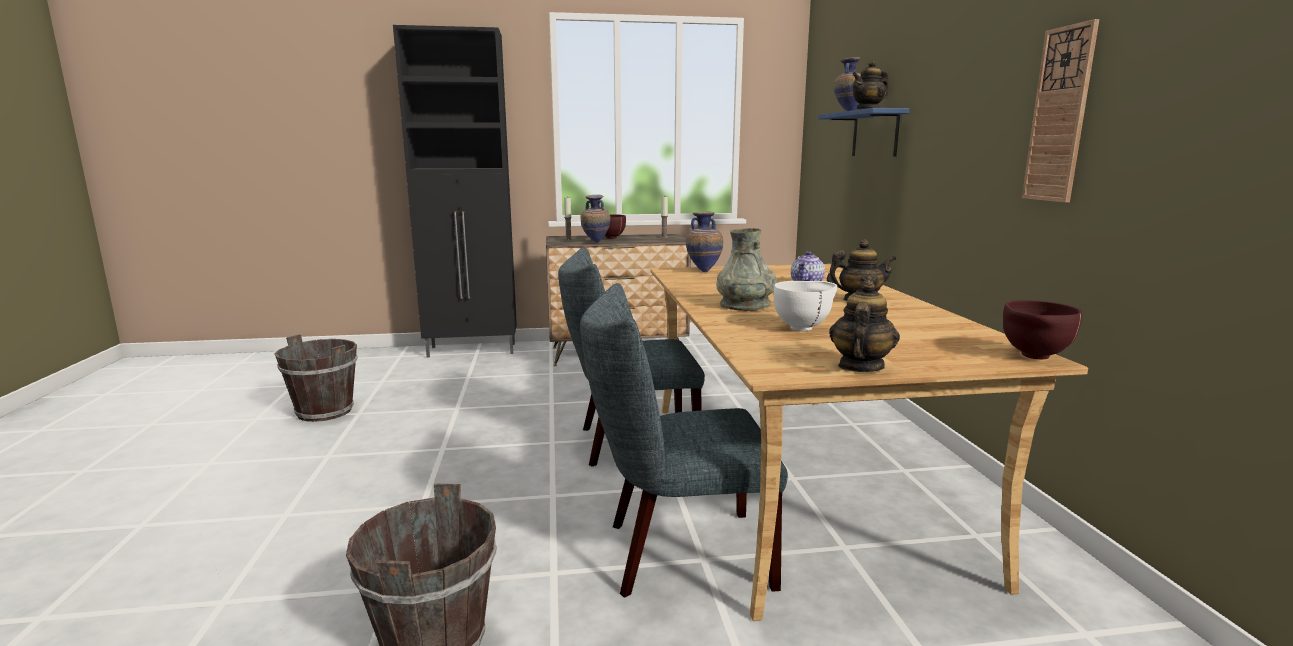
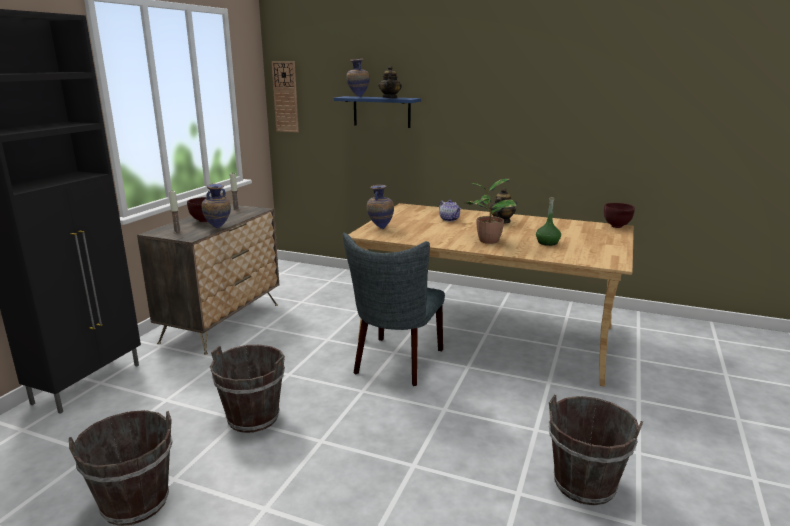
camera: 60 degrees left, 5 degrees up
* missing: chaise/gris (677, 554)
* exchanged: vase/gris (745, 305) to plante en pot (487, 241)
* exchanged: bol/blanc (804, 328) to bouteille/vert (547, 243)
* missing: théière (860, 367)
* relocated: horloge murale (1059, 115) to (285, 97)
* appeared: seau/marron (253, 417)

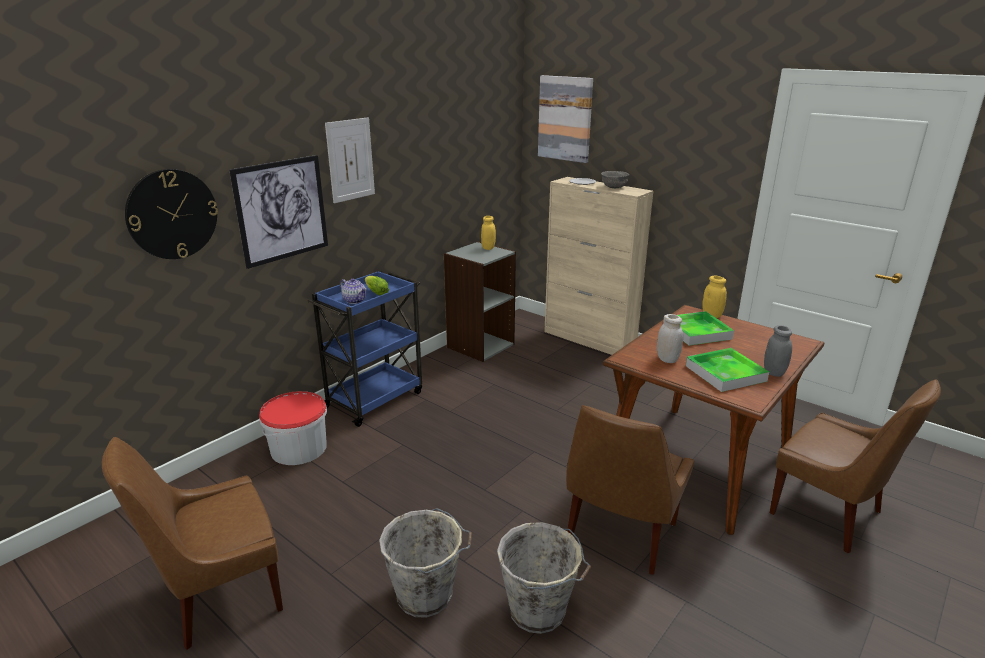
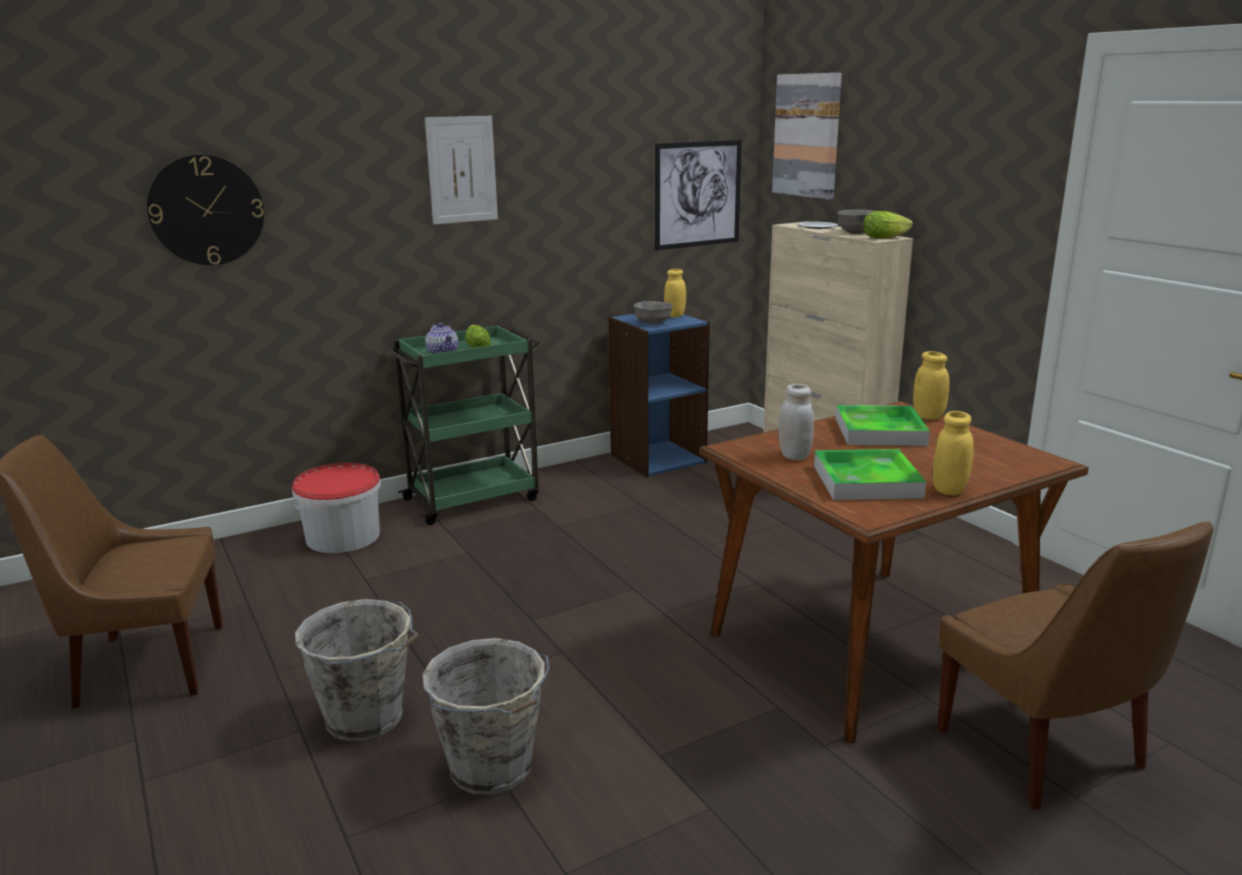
camera: 20 degrees right, 5 degrees down
* relocated: tableau (282, 210) to (697, 194)
* colour: chariot/bleu (375, 399) to chariot/vert (474, 499)
* colour: bibliothèque/gris (480, 345) to bibliothèque/bleu (657, 458)
* missing: chaise/marron (619, 535)
* colour: bocal/gris (774, 372) to bocal/jaune (949, 490)
* appeared: bol/gris (652, 323)
* appeared: laitue (887, 237)

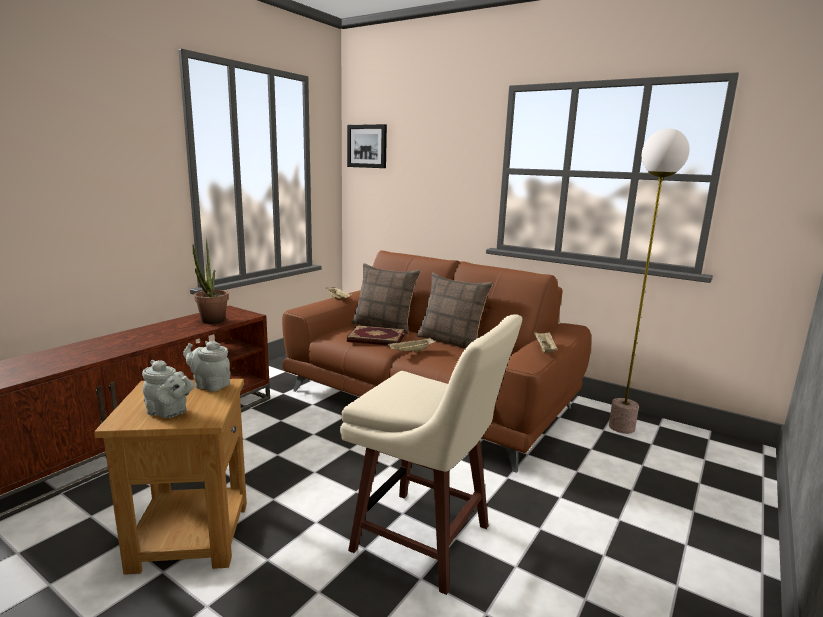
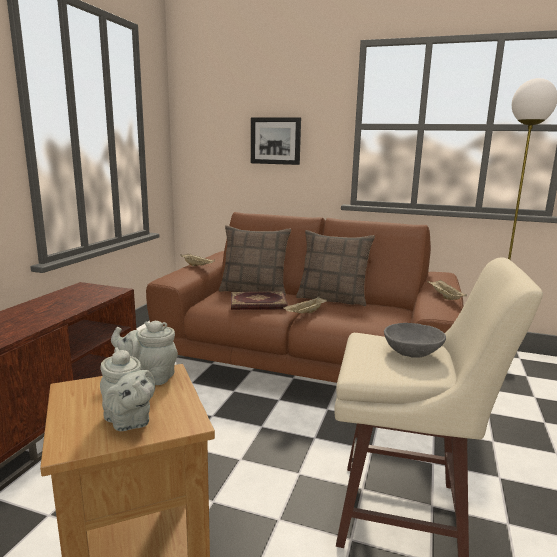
camera: 15 degrees left, 0 degrees up
* spun: théière/gris (169, 412) = (129, 421) 45 degrees clockwise
* missing: plante en pot (211, 322)
* relocated: tableau (367, 146) to (275, 141)
* appeared: bol/gris (413, 353)

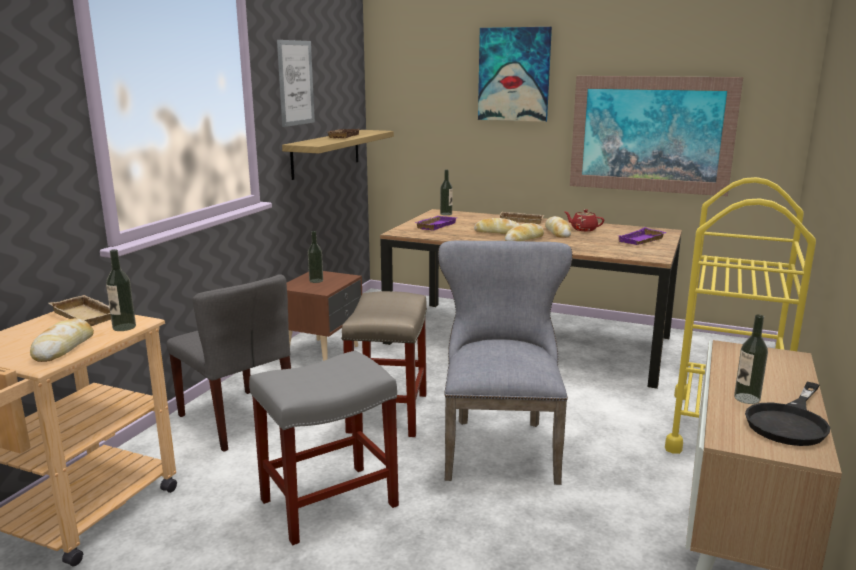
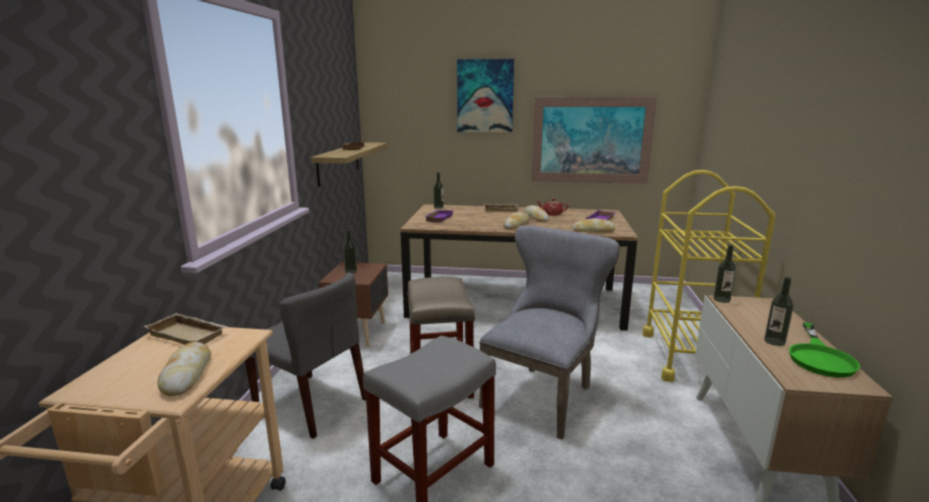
camera: 15 degrees left, 0 degrees up
* relocated: bouteille (124, 327) to (721, 299)
* missing: tableau (295, 83)
* spun: chaise/gris (499, 445) = (543, 394) 45 degrees clockwise
* relocated: pain (497, 232) to (593, 230)
* colour: poêle/noir (790, 422) to poêle/vert (820, 357)

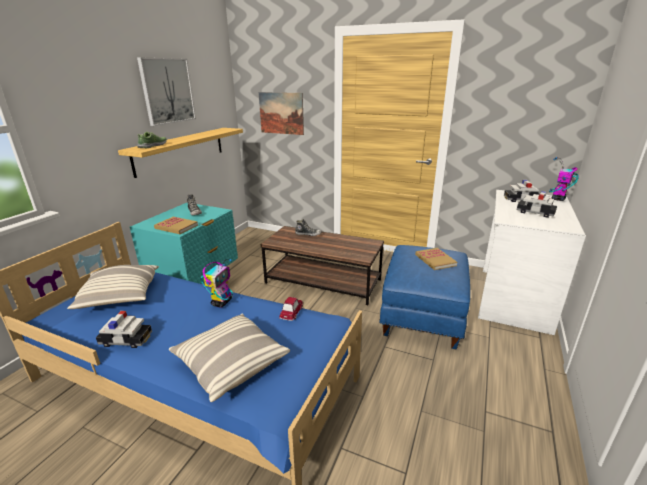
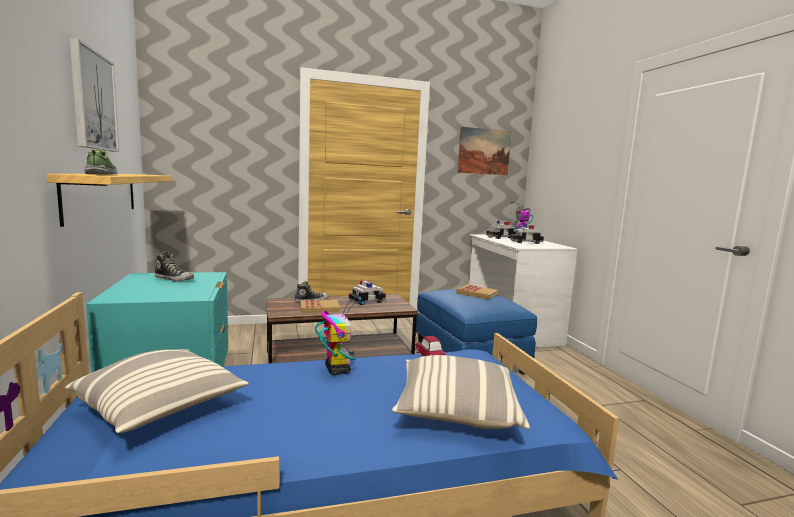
camera: 40 degrees left, 15 degrees down
* relocated: petite voiture (126, 340) to (367, 301)
* relocated: livre (176, 227) to (319, 308)
* relocated: tableau (281, 113) to (484, 151)

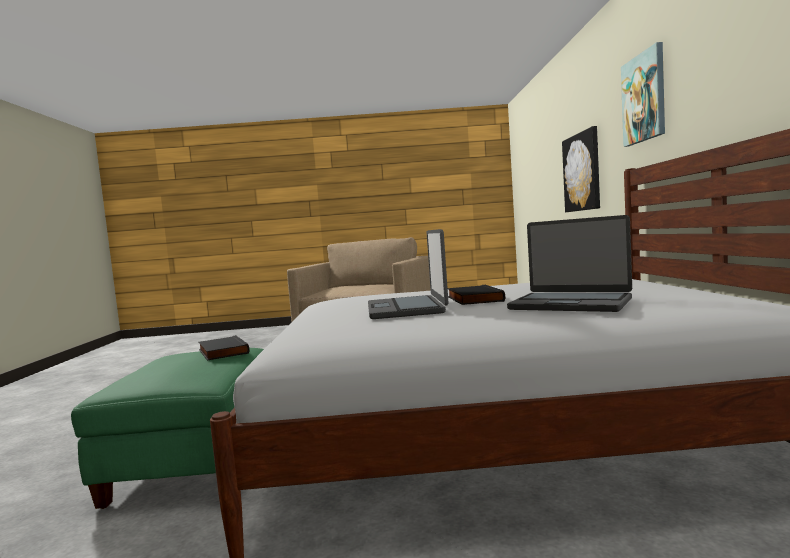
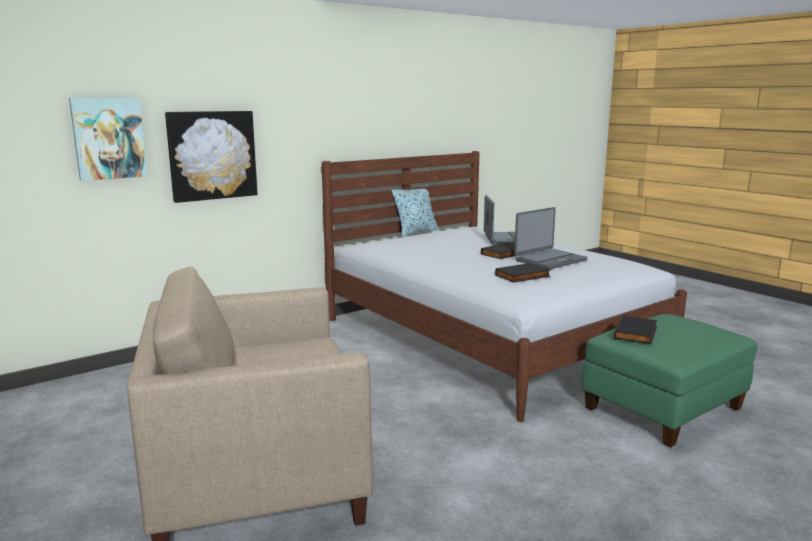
camera: 125 degrees left, 10 degrees up
* relocated: tableau (644, 98) to (109, 138)
* appeared: coussin (415, 232)
* appeared: livre/noir (523, 276)

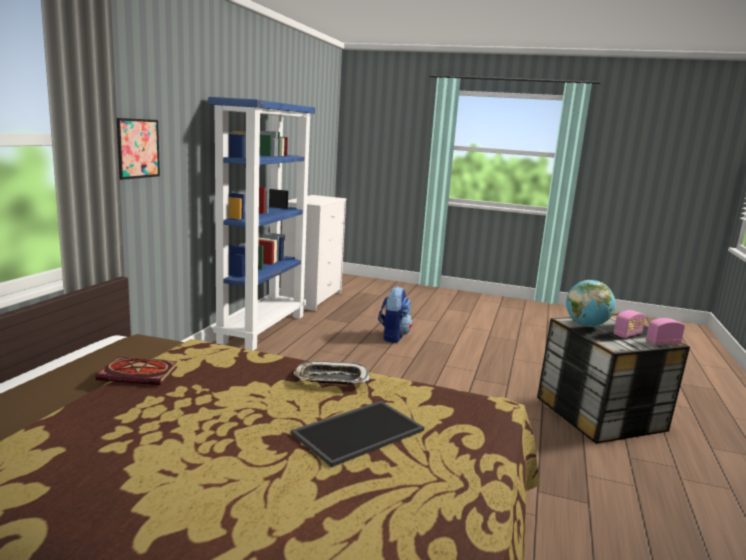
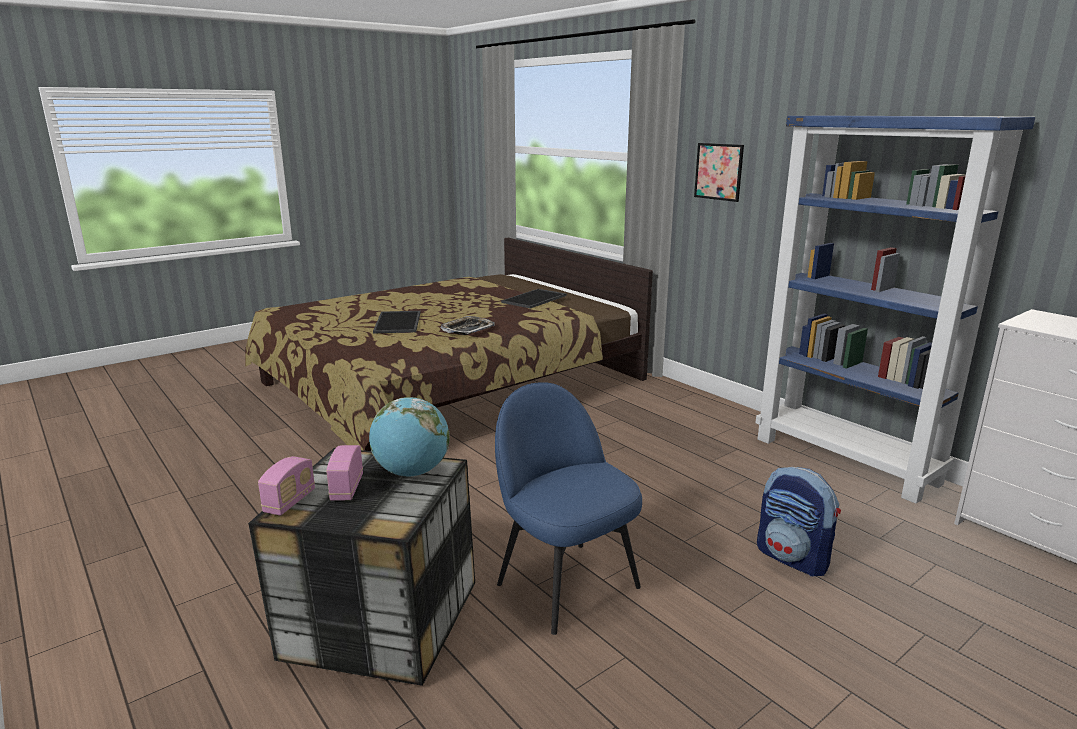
camera: 125 degrees right, 5 degrees up
* exchanged: livre (140, 373) to plateau (535, 299)
* appeared: chaise/bleu (565, 583)

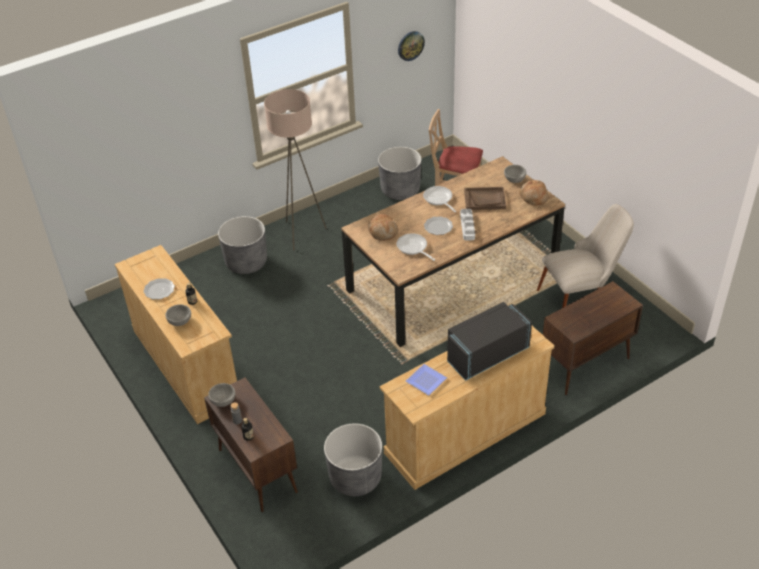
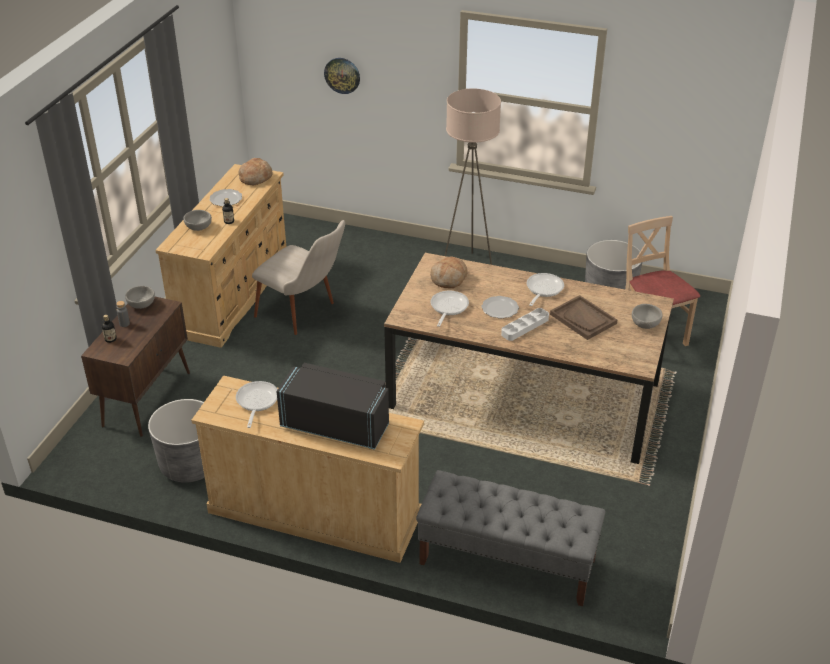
camera: 50 degrees right, 5 degrees down
* missing: cache-pot/gris (246, 262)
* relocated: horloge murale (410, 45) to (342, 75)
* exchanged: assiette (426, 382) to poêle (256, 402)
* relocated: pain (533, 197) to (255, 178)
* relocated: chaise/beige (580, 299) to (305, 314)
* exchanged: meuble de rangement/marron (584, 366) to banc/gris (506, 562)

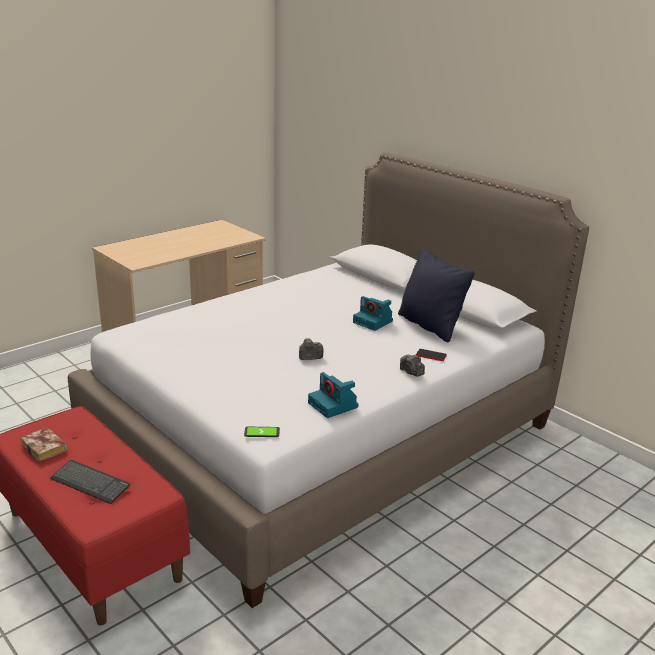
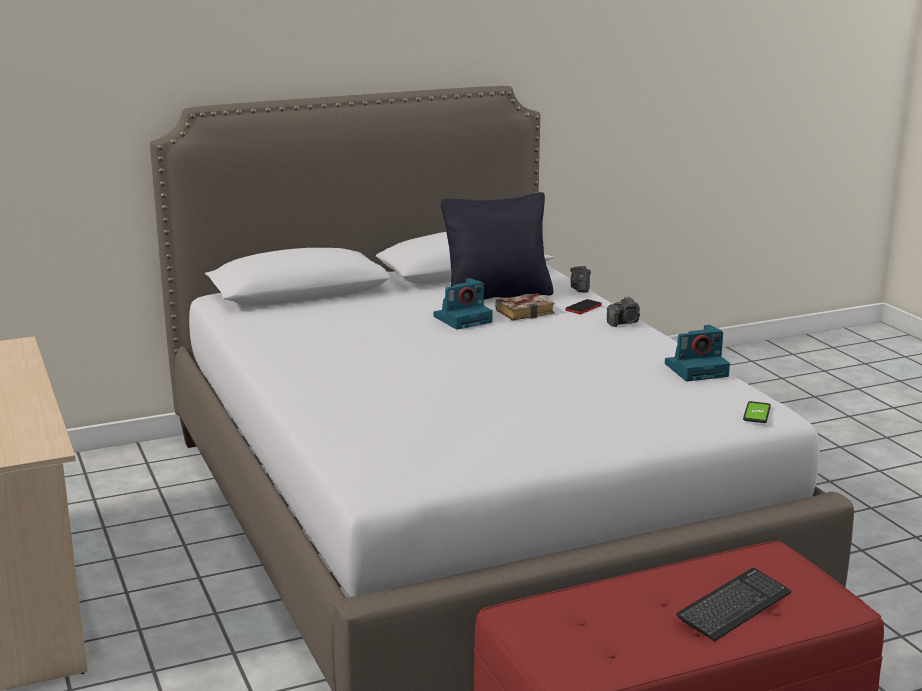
camera: 70 degrees left, 5 degrees down
* relocated: livre (46, 448) to (526, 311)
* relocated: appareil photo (309, 357) to (580, 289)

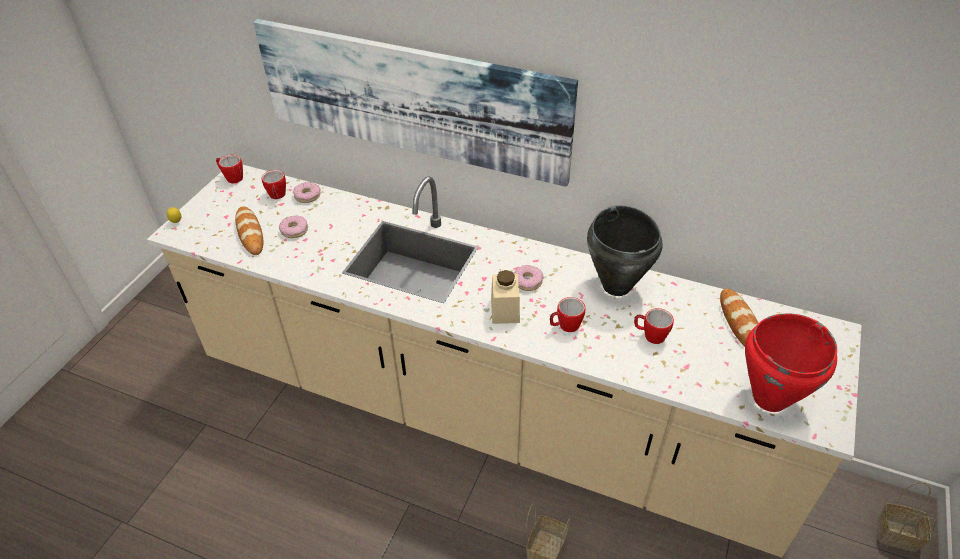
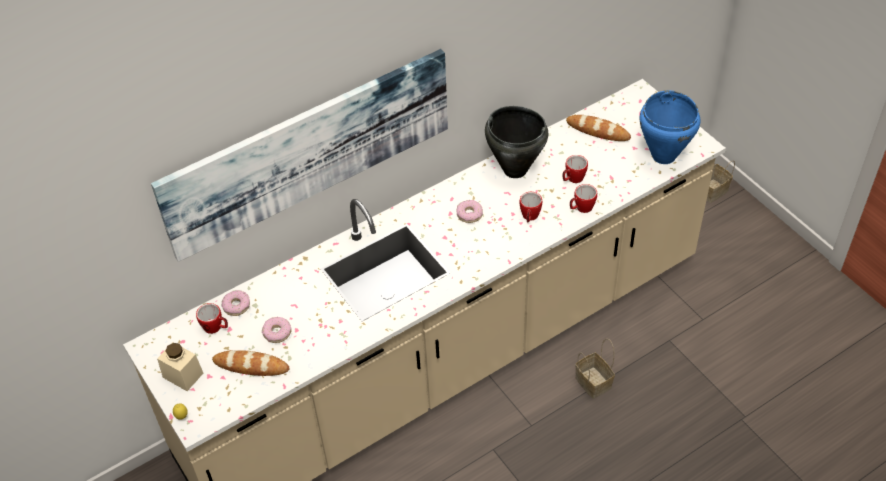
camera: 55 degrees left, 5 degrees up
* relocated: mug (232, 178) to (581, 208)
* relocated: bocal/beige (505, 310) to (183, 375)
* colour: marmite/rouge (768, 398) to marmite/bleu (663, 156)

